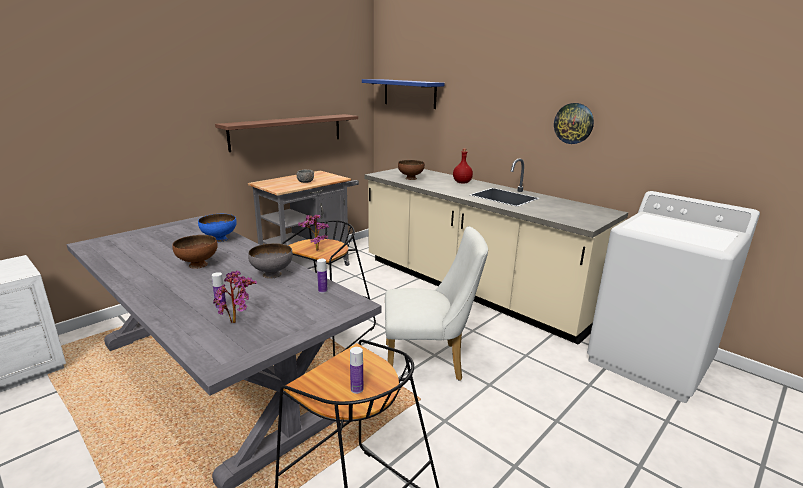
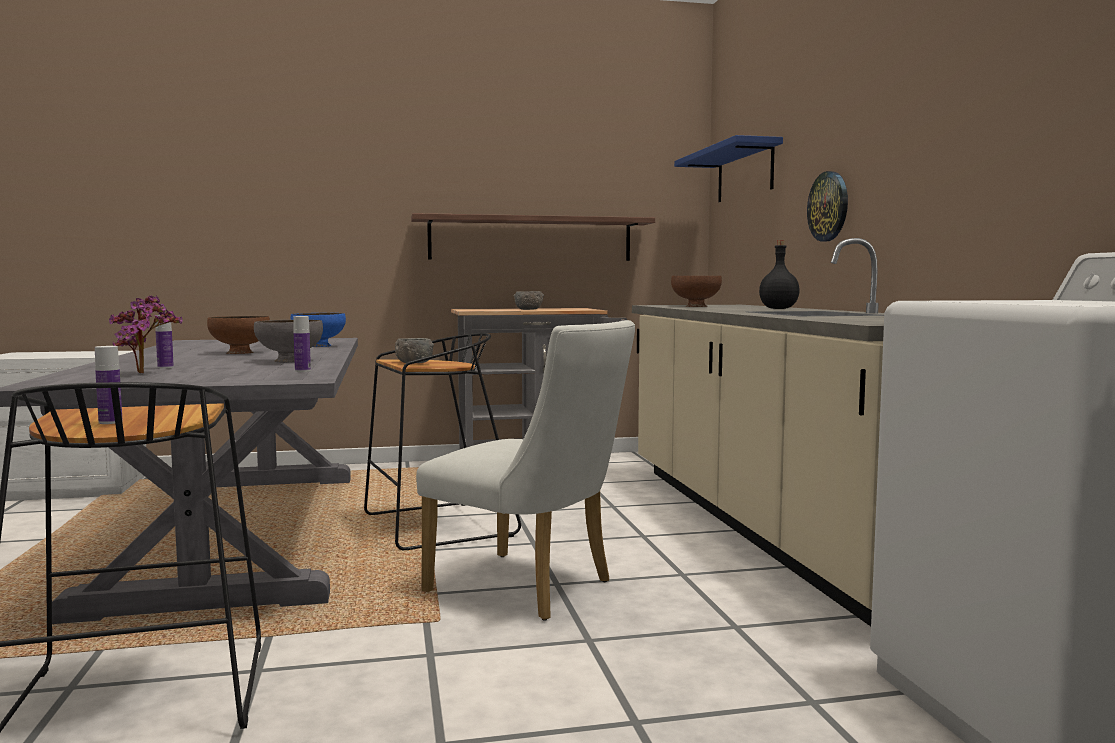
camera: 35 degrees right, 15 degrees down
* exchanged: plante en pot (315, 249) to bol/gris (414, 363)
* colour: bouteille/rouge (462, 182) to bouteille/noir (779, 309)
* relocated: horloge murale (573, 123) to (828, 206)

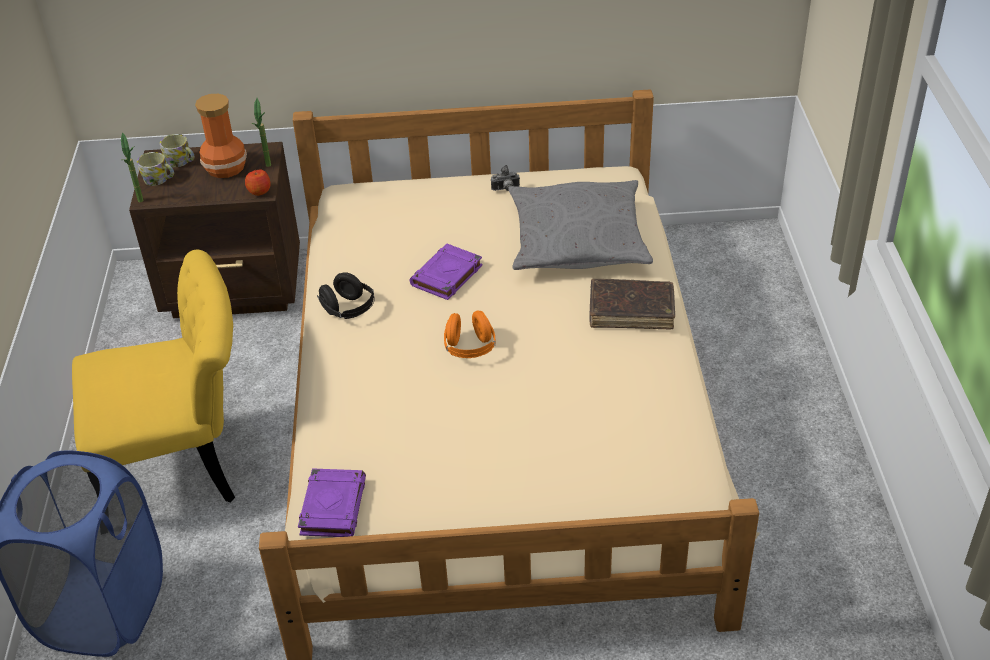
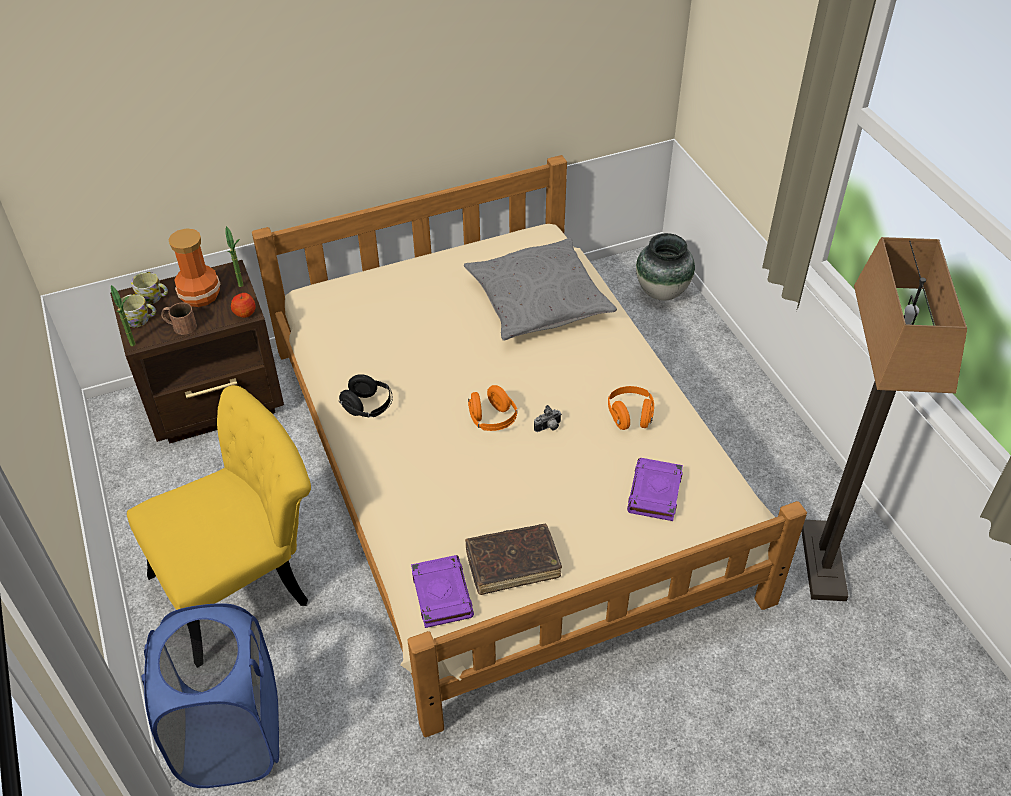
camera: 20 degrees left, 5 degrees up
* relocated: livre/violet (446, 276) to (655, 493)
* relocated: appareil photo (506, 189) to (548, 428)
* relocated: livre/marron (631, 311) to (512, 564)
* appeared: mug/marron (179, 325)
* appeared: casque audio/orange (630, 416)
* appeared: vase (661, 292)
* appeared: lampadaire (823, 562)

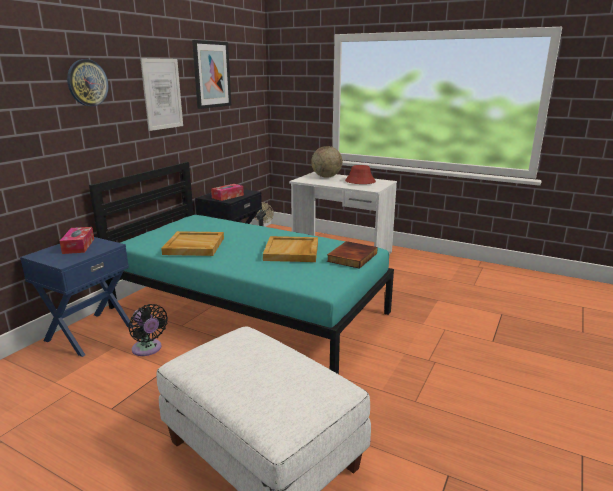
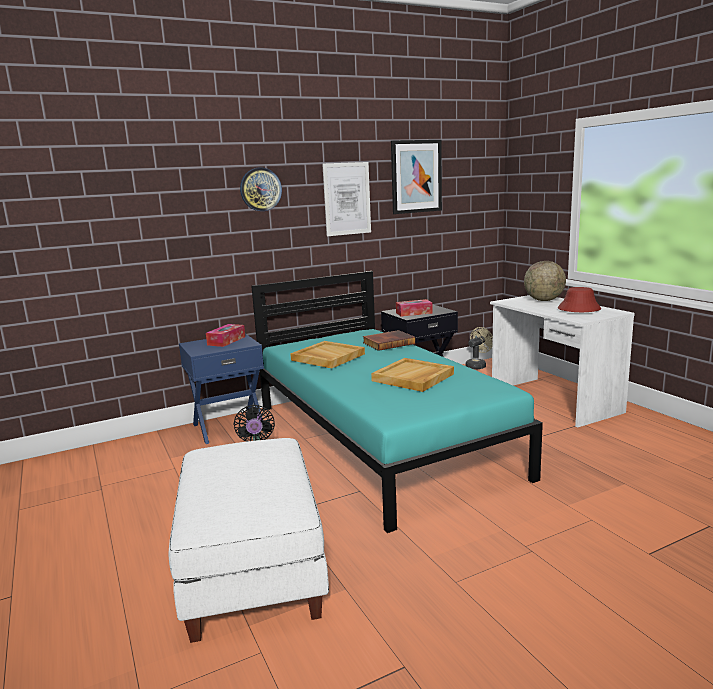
camera: 35 degrees right, 5 degrees down
* relocated: livre (351, 257) to (388, 343)

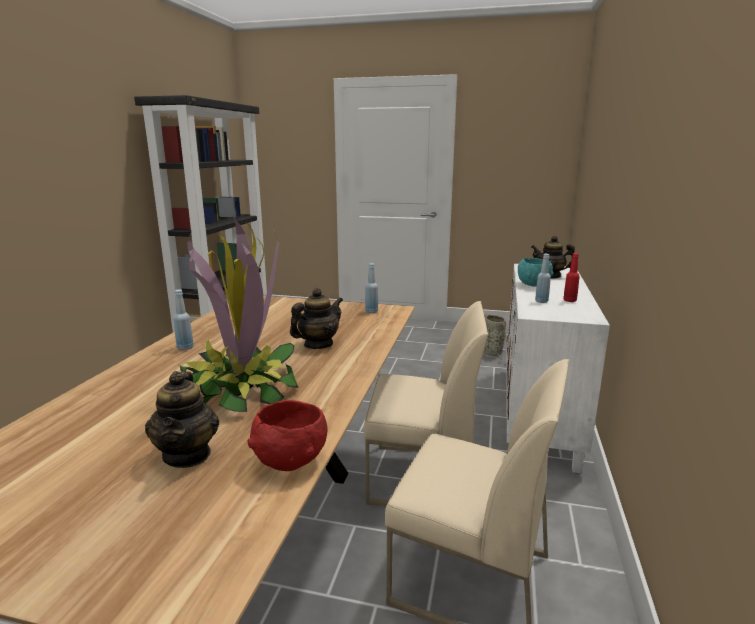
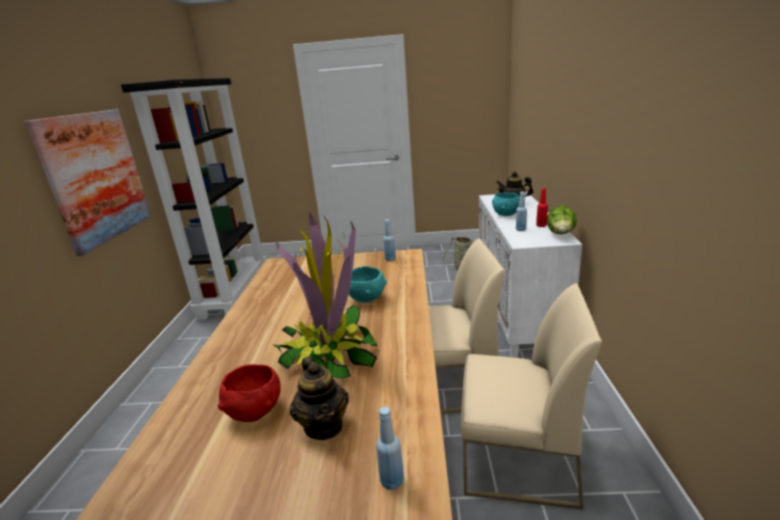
camera: 10 degrees left, 5 degrees up
* relocated: bouteille/bleu (185, 348) to (392, 481)
* relocated: bol/rouge (291, 462) to (255, 412)
* exchanged: théière (318, 345) to bol/turquoise (366, 299)
* appeared: tableau (96, 177)
* appeared: laitue (560, 235)

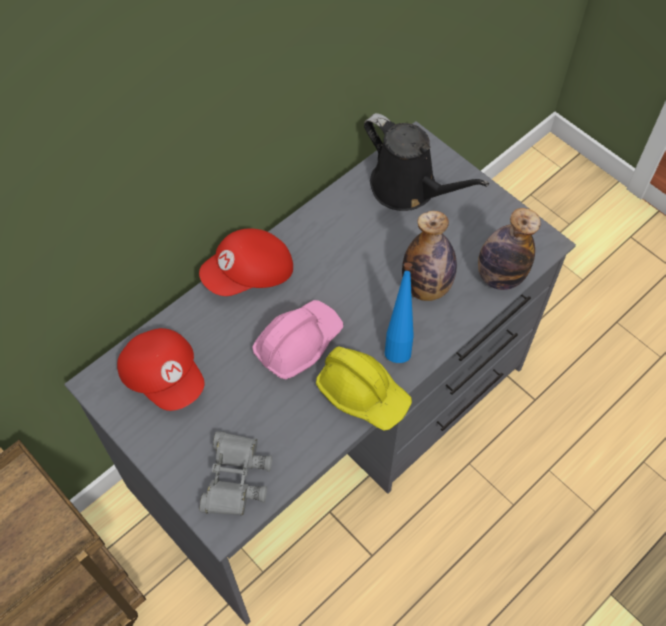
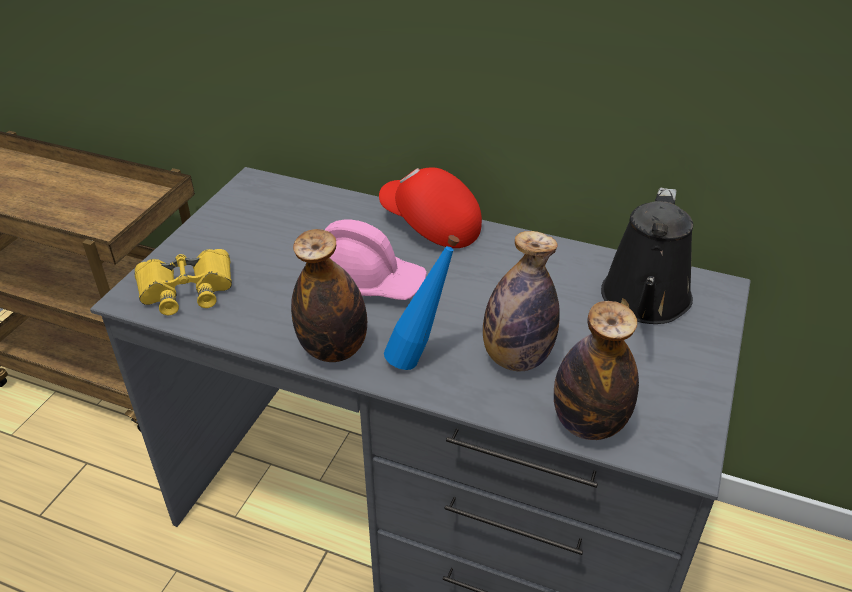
camera: 65 degrees right, 20 degrees down
* missing: casquette/rouge (165, 376)
* colour: jumelles/gris (235, 477) to jumelles/jaune (186, 289)
* exchanged: casque de chantier/jaune (363, 393) to bouteille (333, 349)

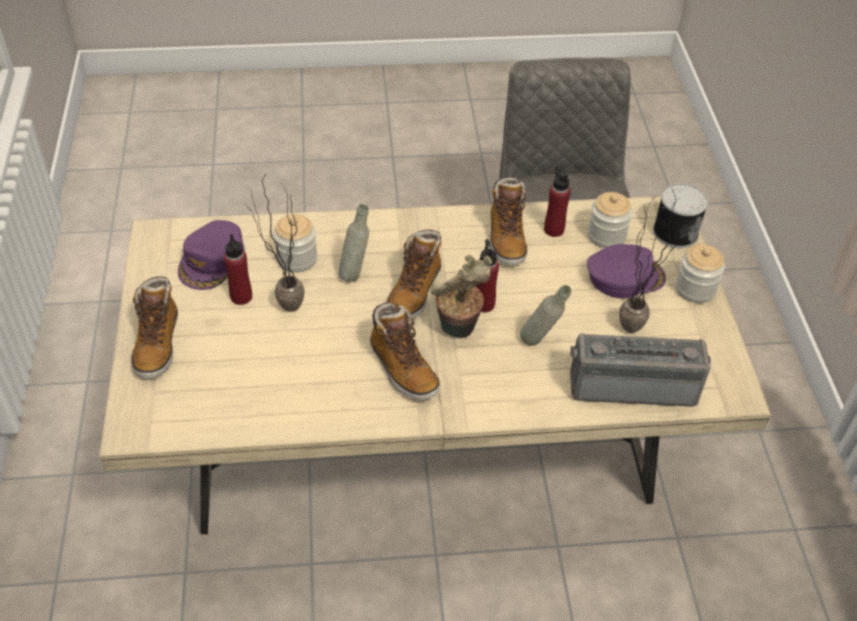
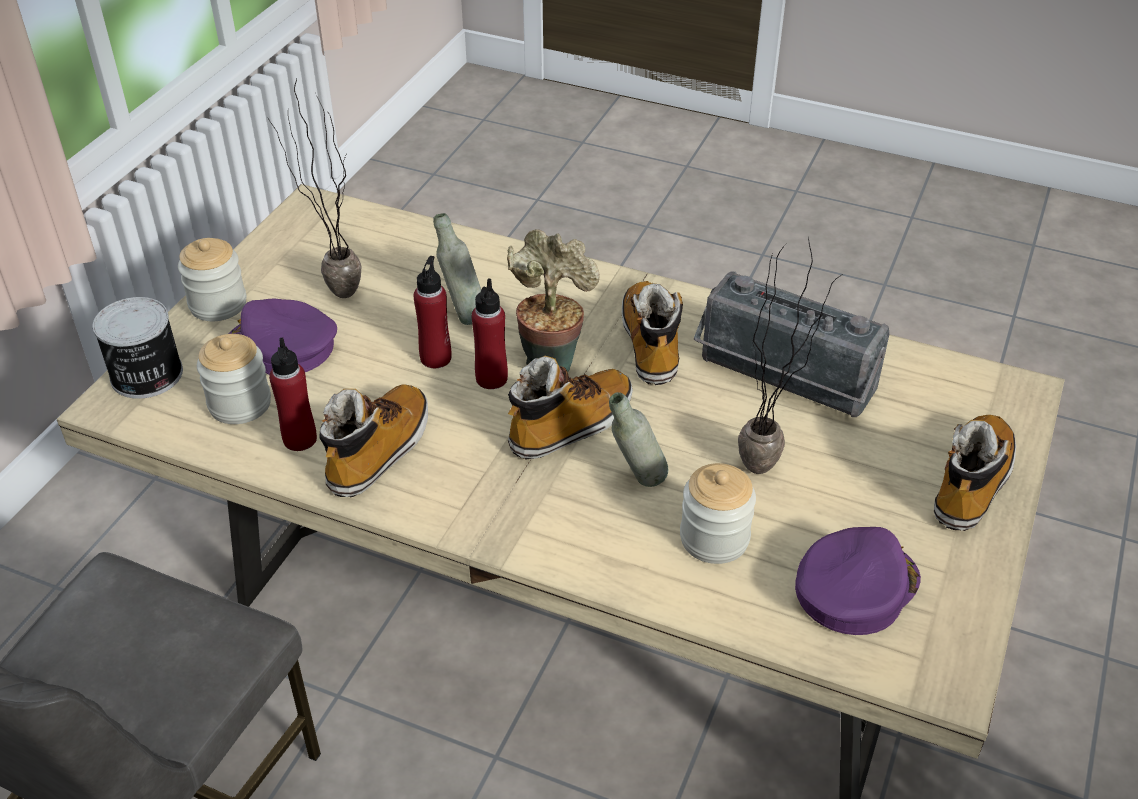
camera: 150 degrees left, 5 degrees down
* relocated: bouteille/rouge (241, 297) to (436, 358)
* relocated: radio (632, 383) to (783, 381)

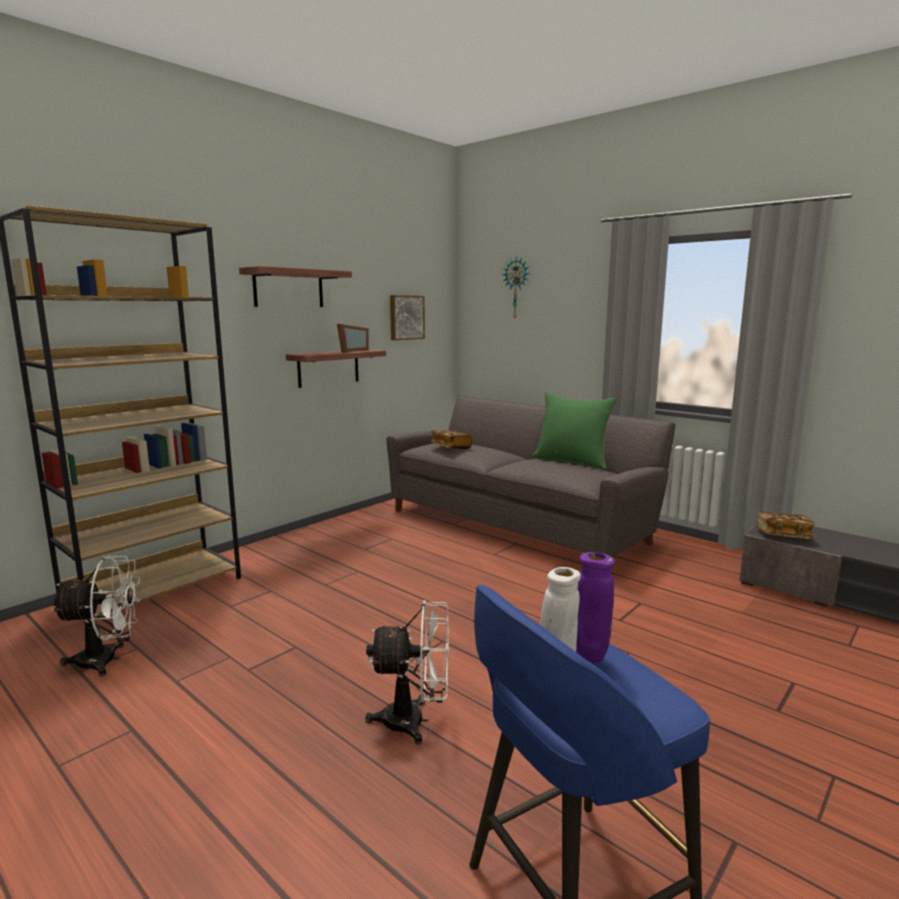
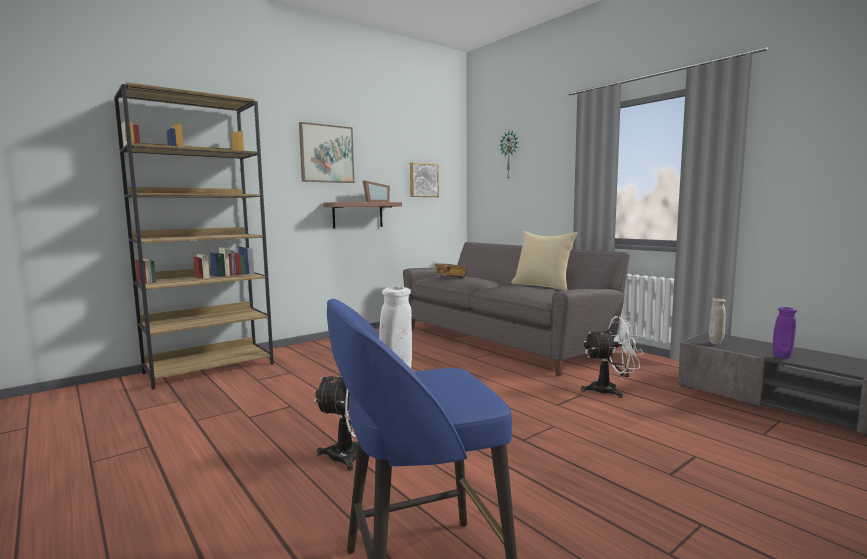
camera: 10 degrees right, 5 degrees down
* relocated: ventilateur/blanc (107, 660) to (610, 390)
* exchanged: étagère (288, 288) to tableau (326, 154)
* colour: coussin/vert (572, 461) to coussin/beige (543, 286)
* relocated: vase/violet (590, 658) to (782, 357)
* exchanged: livre (783, 536) to vase/beige (715, 344)

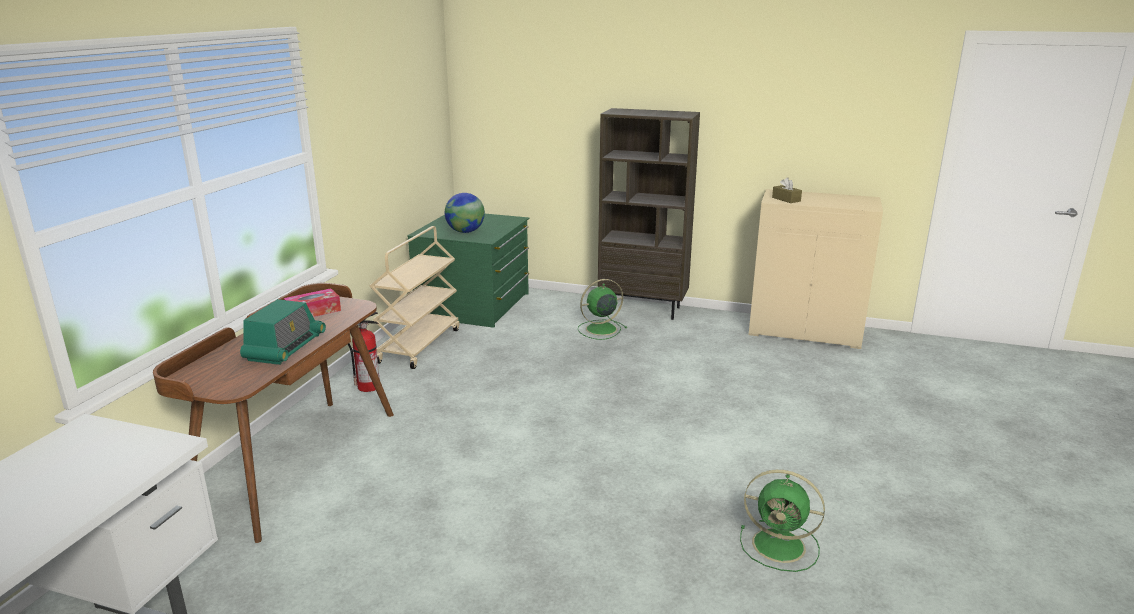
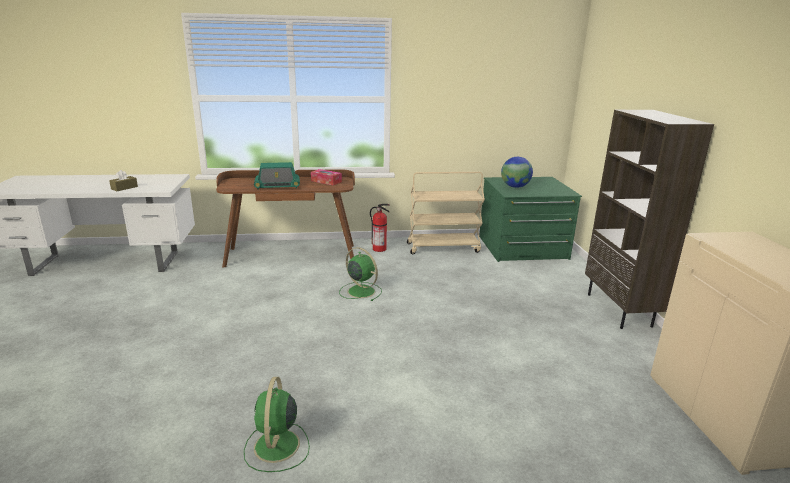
camera: 65 degrees right, 0 degrees up
* relocated: ventilateur/vert (600, 329) to (360, 291)
* relocated: boîte à mouchoirs/marron (786, 199) to (124, 188)

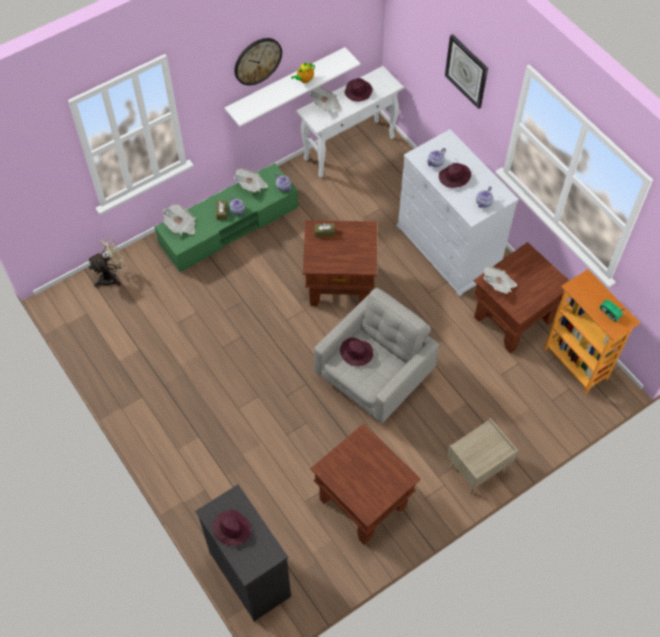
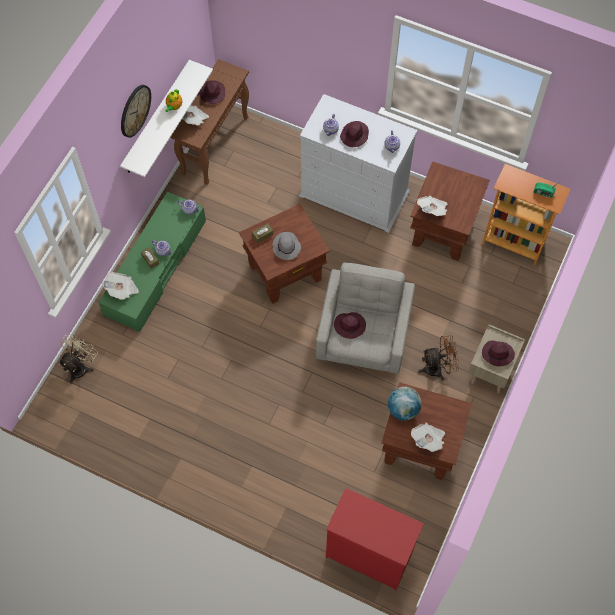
camera: 30 degrees left, 5 degrees up
* colour: commode/noir (250, 574) to commode/rouge (368, 554)
* relocated: chapeau/violet (231, 529) to (497, 354)
* relocated: journal (251, 186) to (428, 440)
* colour: table console/blanc (349, 148) to table console/marron (215, 145)
* missing: horloge murale (467, 71)
* appeared: chapeau/gris (286, 247)
* appeared: globe (403, 409)
* appeared: ventilateur/marron (437, 368)

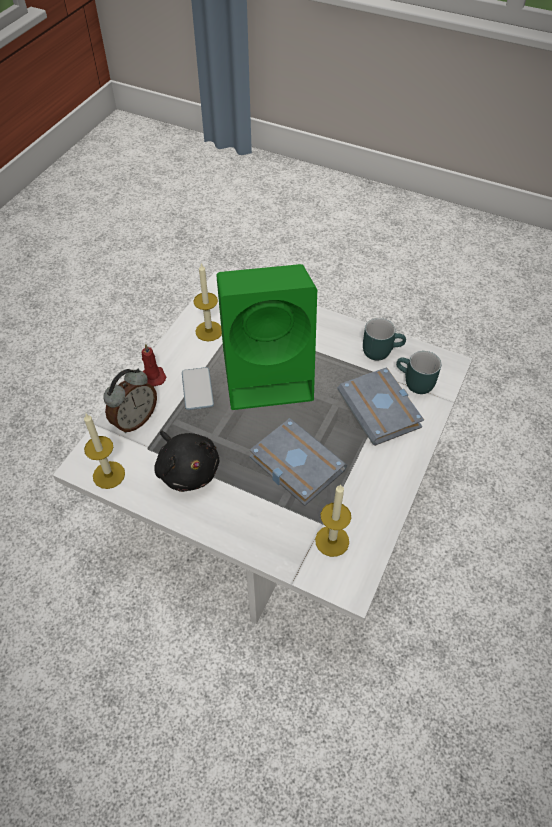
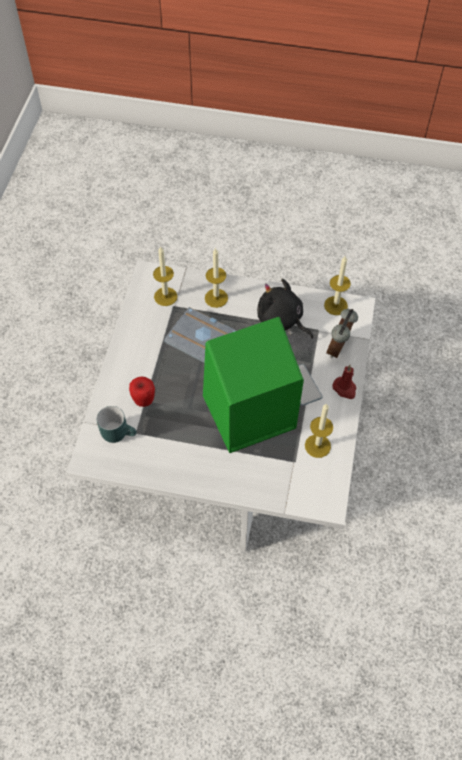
camera: 165 degrees right, 5 degrees up
* exchanged: livre/gris (382, 410) to pomme (143, 400)
* missing: mug/turquoise (381, 349)
* appeared: bougie (216, 298)

